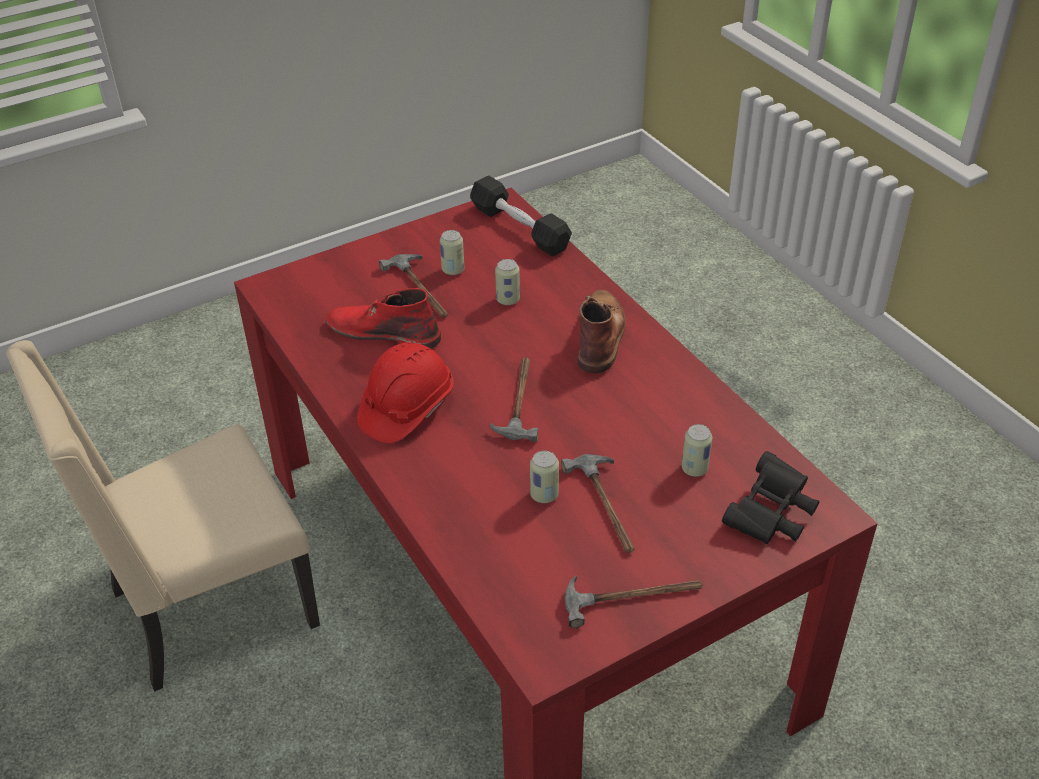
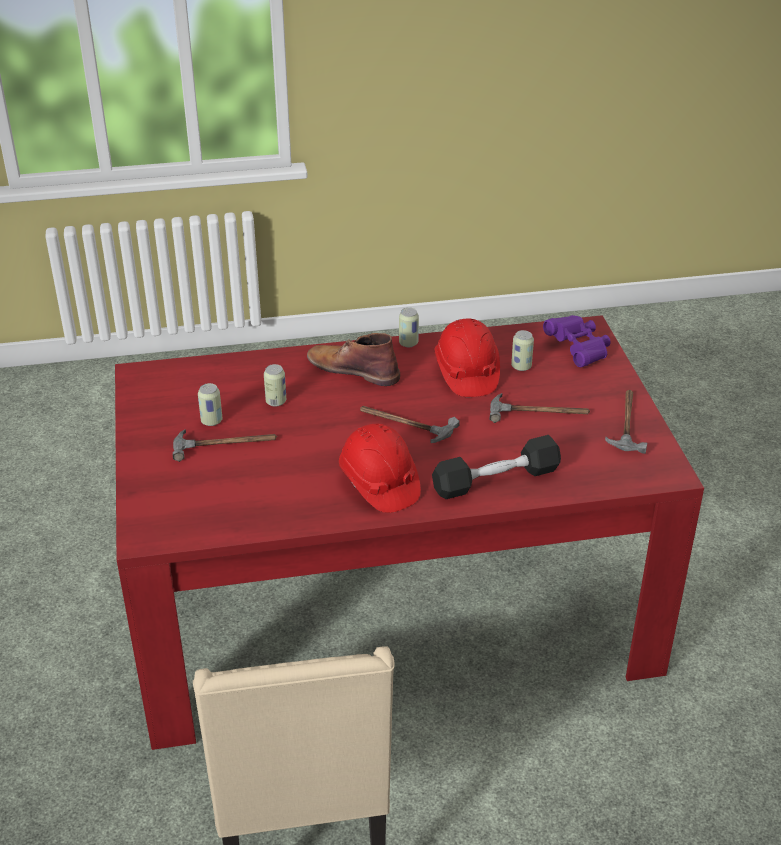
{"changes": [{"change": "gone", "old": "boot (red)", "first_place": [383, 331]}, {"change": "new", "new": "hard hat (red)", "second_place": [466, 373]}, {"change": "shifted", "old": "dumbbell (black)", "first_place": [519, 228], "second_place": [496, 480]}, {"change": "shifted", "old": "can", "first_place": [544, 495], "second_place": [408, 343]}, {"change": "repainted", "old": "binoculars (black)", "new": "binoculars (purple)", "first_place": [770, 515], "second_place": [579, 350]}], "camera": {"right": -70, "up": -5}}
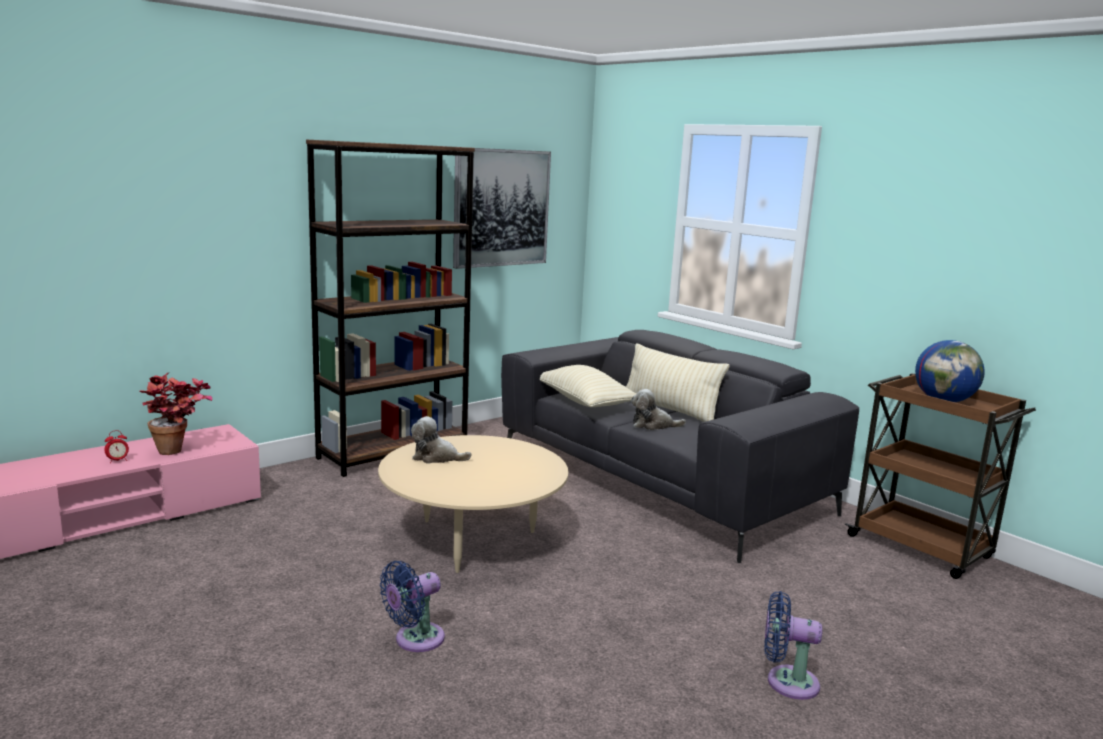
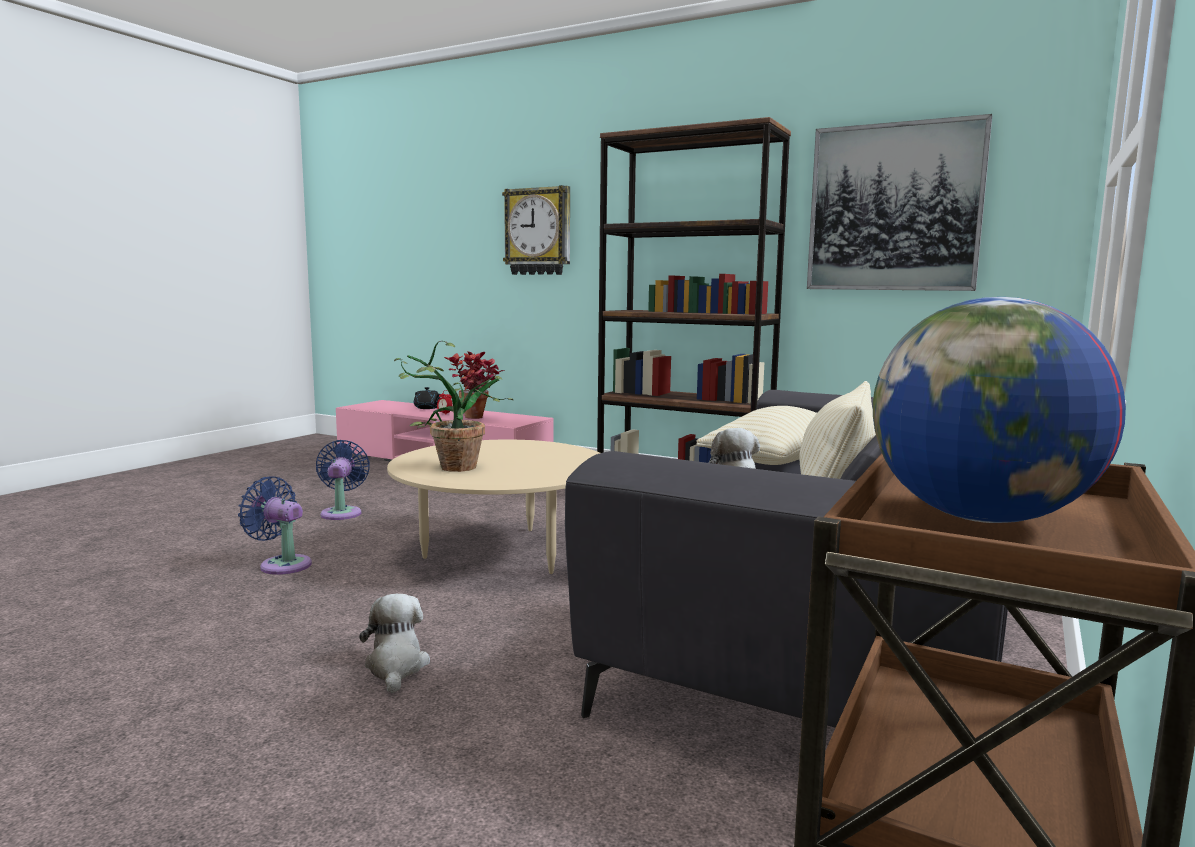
{"changes": [{"change": "new", "new": "potted plant", "second_place": [447, 468]}, {"change": "new", "new": "teapot (black)", "second_place": [427, 408]}, {"change": "new", "new": "wall clock", "second_place": [538, 231]}, {"change": "shifted", "old": "plush toy", "first_place": [436, 457], "second_place": [396, 667]}, {"change": "shifted", "old": "fan (blue)", "first_place": [786, 681], "second_place": [342, 512]}], "camera": {"right": 70, "up": -5}}
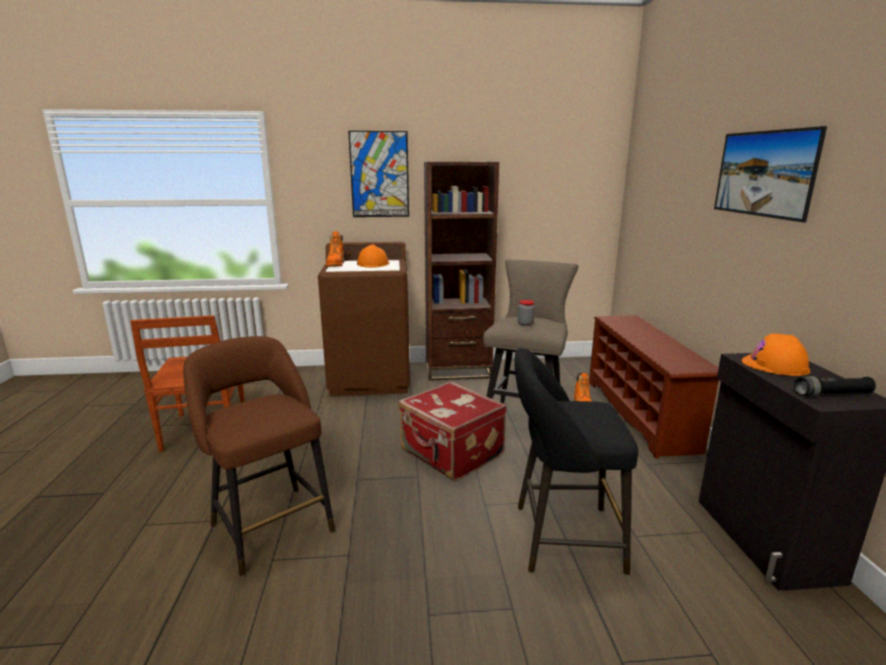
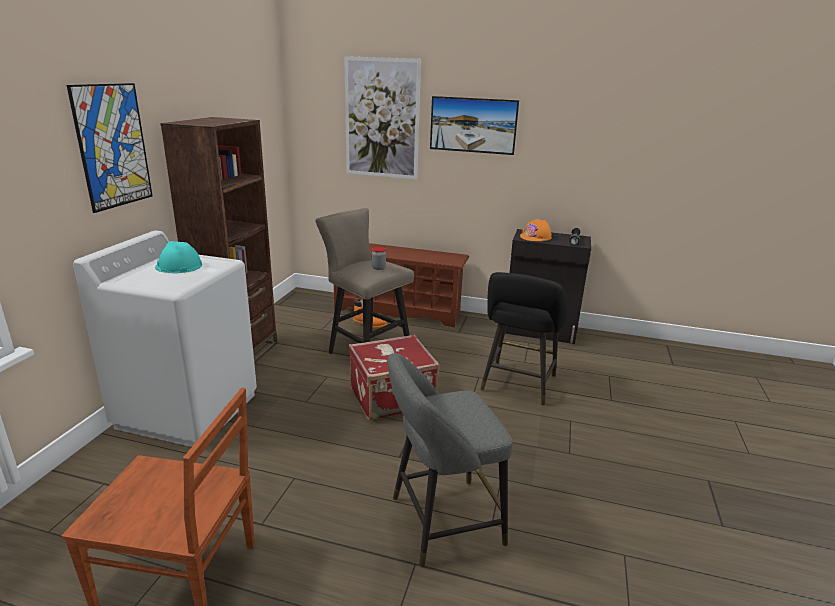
{"changes": [{"change": "gone", "old": "boot (orange)", "first_place": [335, 265]}, {"change": "new", "new": "picture", "second_place": [382, 119]}, {"change": "repainted", "old": "stool (brown)", "new": "stool (grey)", "first_place": [269, 524], "second_place": [440, 522]}, {"change": "repainted", "old": "washing machine (brown)", "new": "washing machine (white)", "first_place": [371, 378], "second_place": [188, 410]}, {"change": "repainted", "old": "hard hat (orange)", "new": "hard hat (turquoise)", "first_place": [373, 264], "second_place": [178, 266]}], "camera": {"right": -70, "up": 5}}
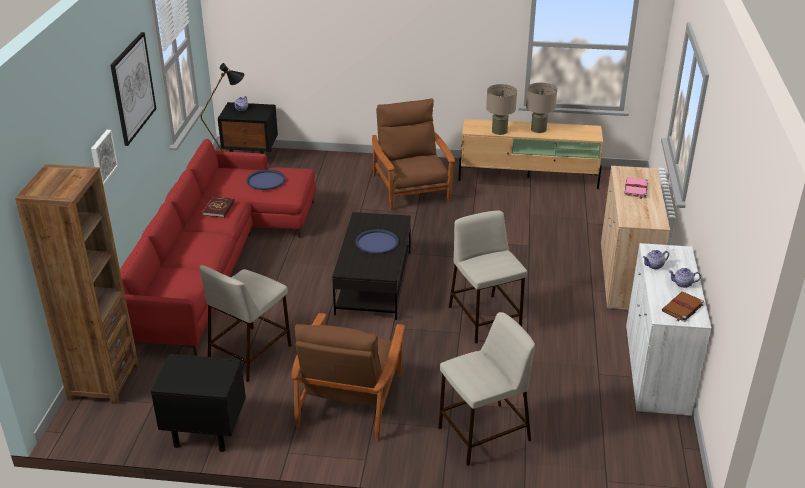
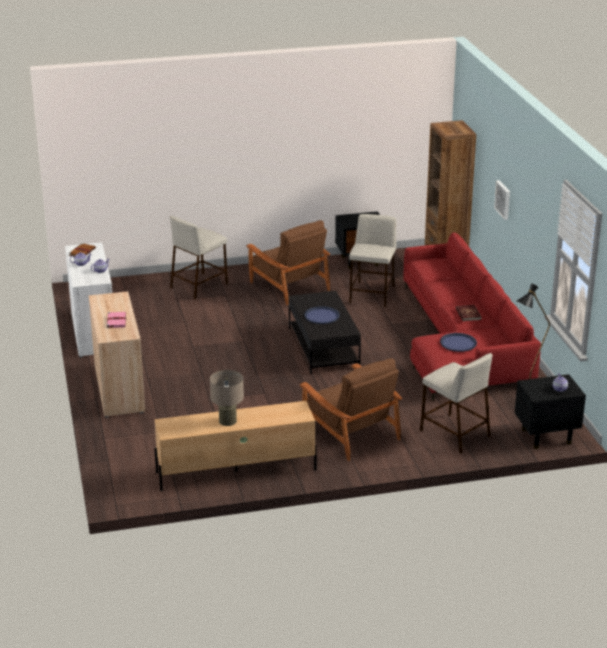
{"changes": [{"change": "gone", "old": "picture", "first_place": [133, 88]}, {"change": "gone", "old": "table lamp (beige)", "first_place": [499, 131]}, {"change": "shifted", "old": "stool (beige)", "first_place": [485, 319], "second_place": [454, 433]}, {"change": "rotated", "old": "armchair (brown)", "first_place": [350, 399], "second_place": [289, 286], "degrees": 150}], "camera": {"right": 160, "up": -5}}
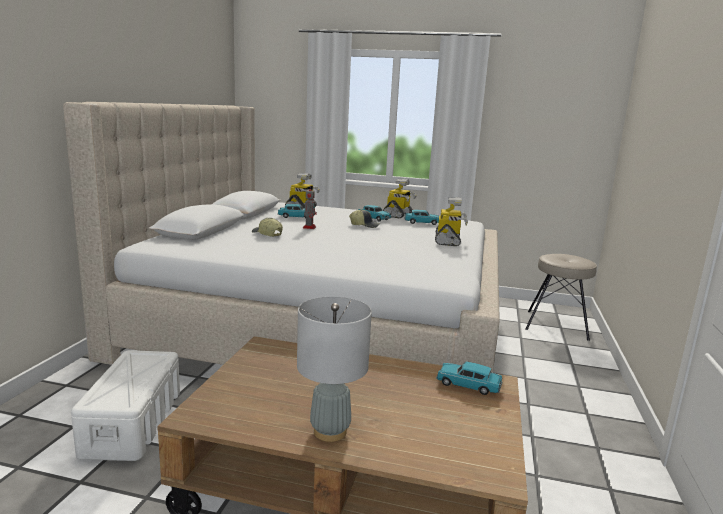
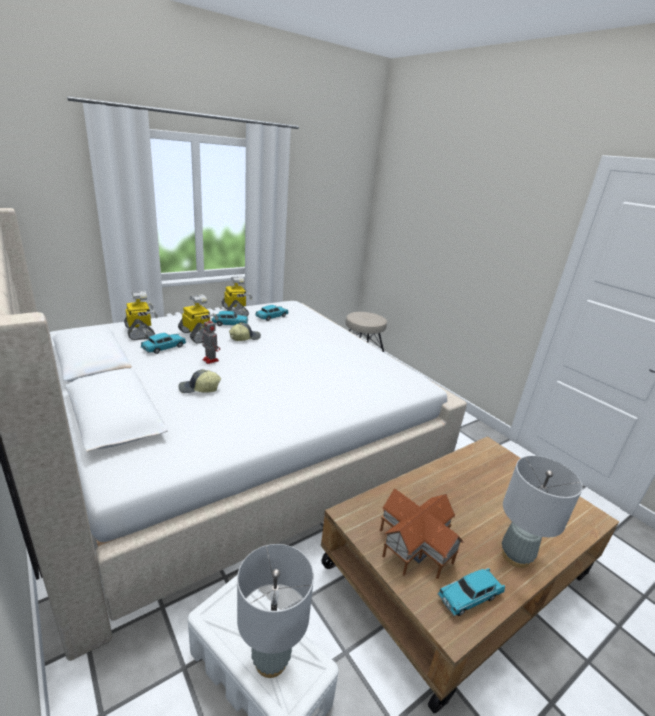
{"changes": [{"change": "new", "new": "table lamp (grey)", "second_place": [271, 660]}, {"change": "new", "new": "toy house", "second_place": [415, 545]}, {"change": "shifted", "old": "toy robot", "first_place": [448, 241], "second_place": [197, 335]}, {"change": "shifted", "old": "toy car (turquoise)", "first_place": [468, 385], "second_place": [469, 597]}], "camera": {"right": -50, "up": 10}}
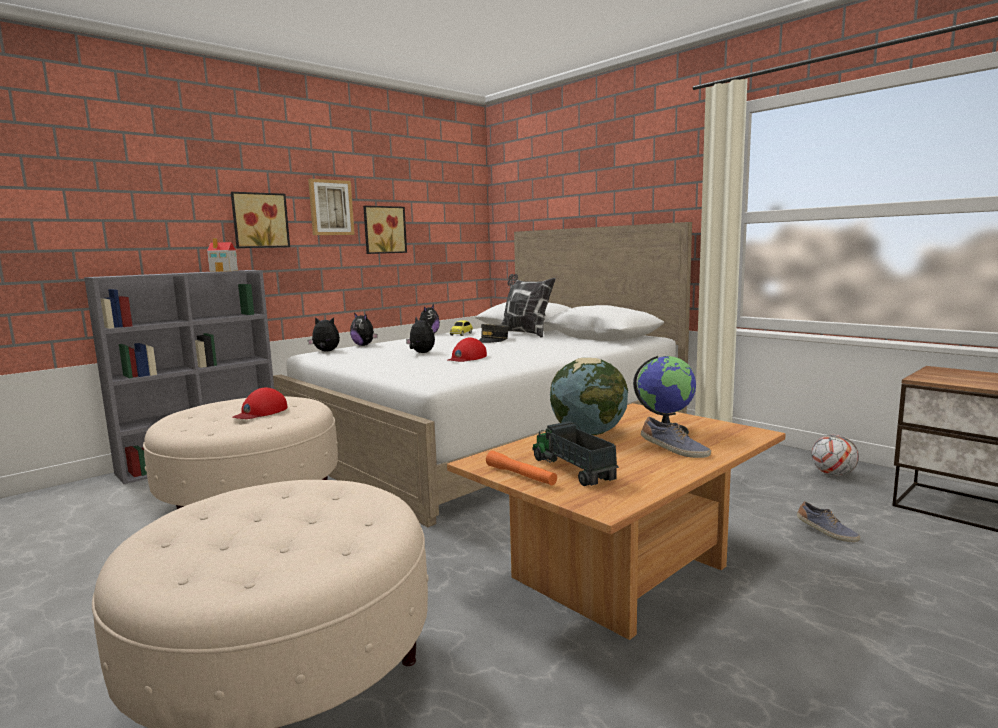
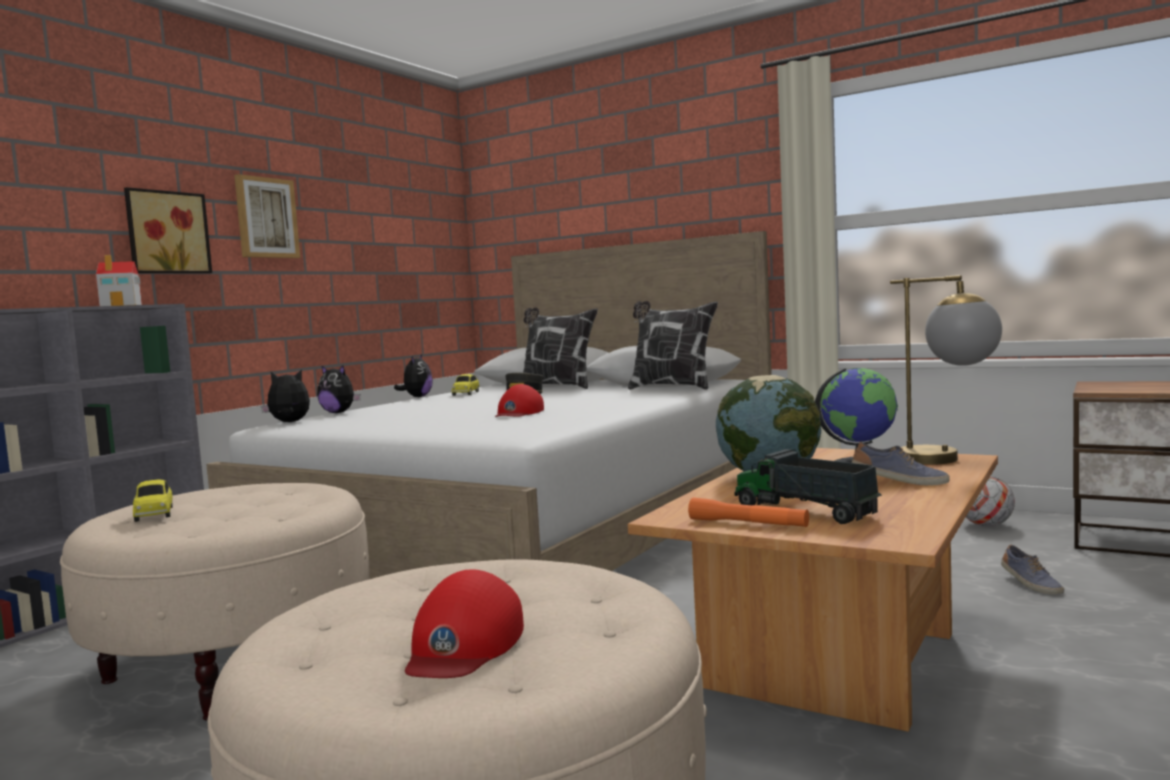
{"changes": [{"change": "gone", "old": "picture", "first_place": [383, 230]}, {"change": "gone", "old": "plush toy", "first_place": [421, 353]}, {"change": "new", "new": "toy car", "second_place": [154, 514]}, {"change": "new", "new": "pillow", "second_place": [671, 388]}, {"change": "new", "new": "table lamp", "second_place": [948, 461]}, {"change": "shifted", "old": "cap (red)", "first_place": [261, 412], "second_place": [464, 645]}, {"change": "rotated", "old": "shoe", "first_place": [826, 532], "second_place": [1030, 584], "degrees": 45}], "camera": {"right": -15, "up": -5}}
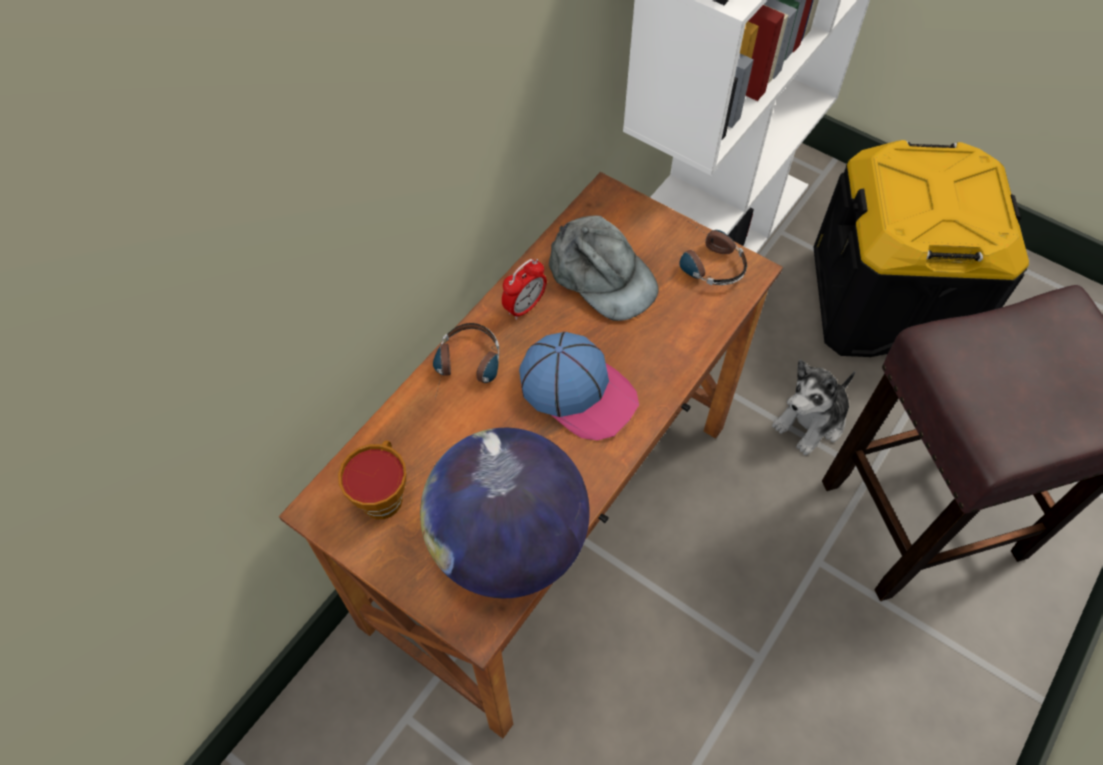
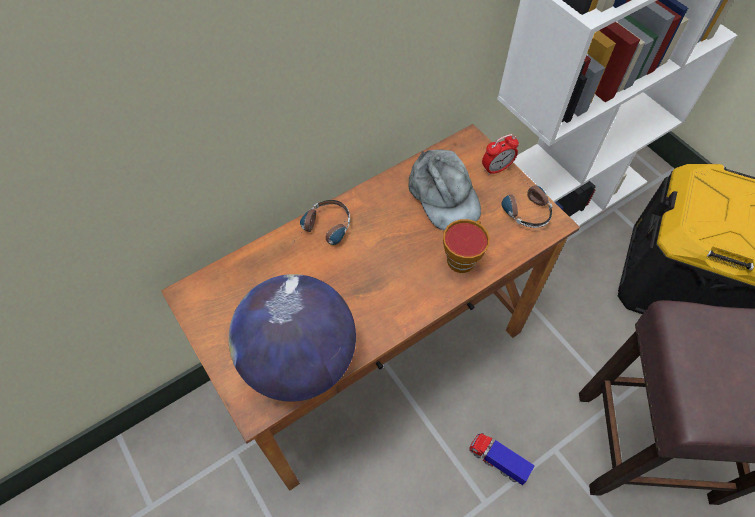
{"changes": [{"change": "gone", "old": "cap", "first_place": [578, 391]}, {"change": "gone", "old": "plush toy", "first_place": [811, 421]}, {"change": "new", "new": "toy truck", "second_place": [497, 461]}, {"change": "shifted", "old": "cup", "first_place": [383, 495], "second_place": [462, 257]}, {"change": "shifted", "old": "alarm clock", "first_place": [524, 307], "second_place": [496, 169]}], "camera": {"right": 20, "up": 0}}
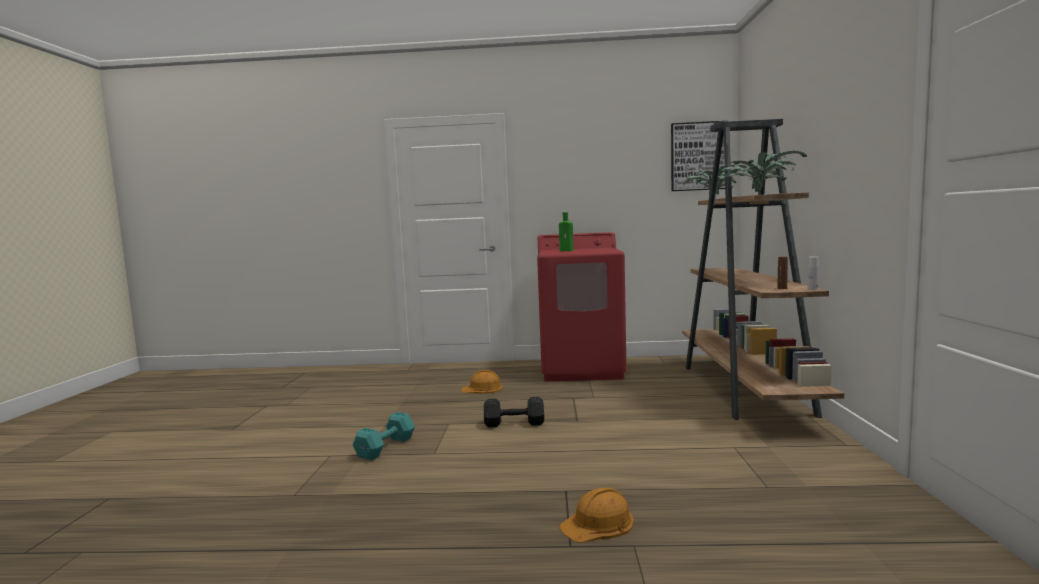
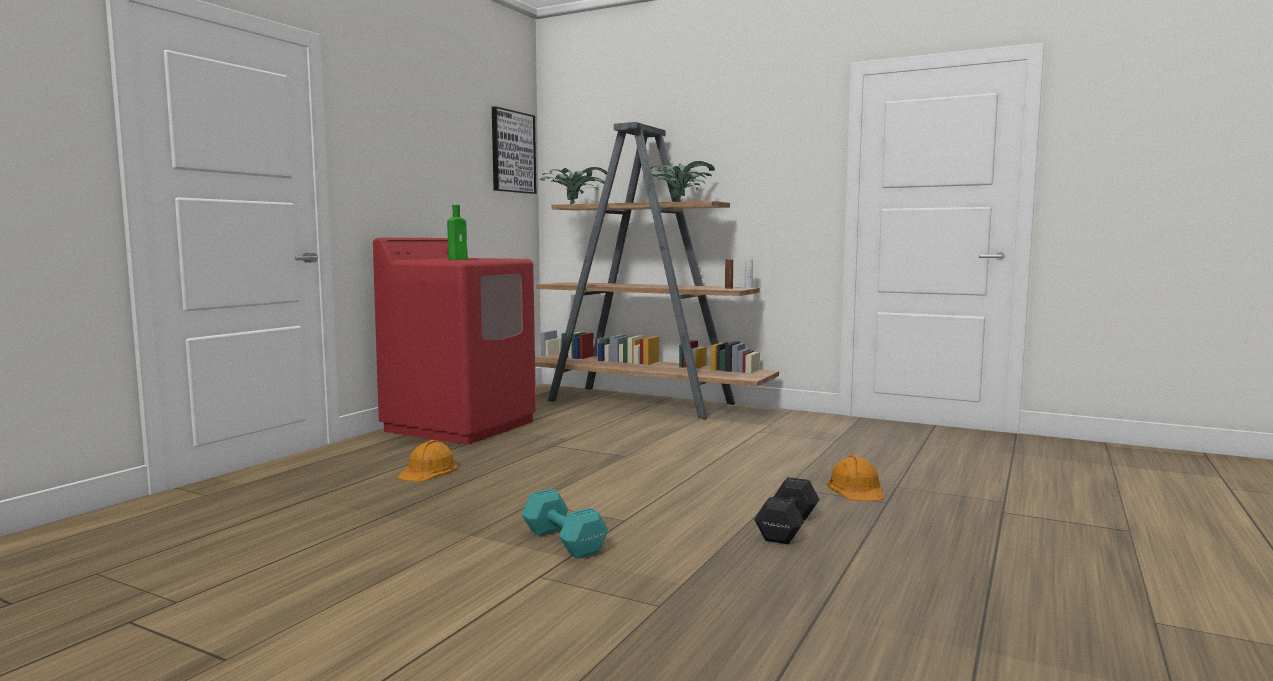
{"changes": [{"change": "shifted", "old": "dumbbell (black)", "first_place": [515, 423], "second_place": [788, 527]}], "camera": {"right": -65, "up": 0}}
